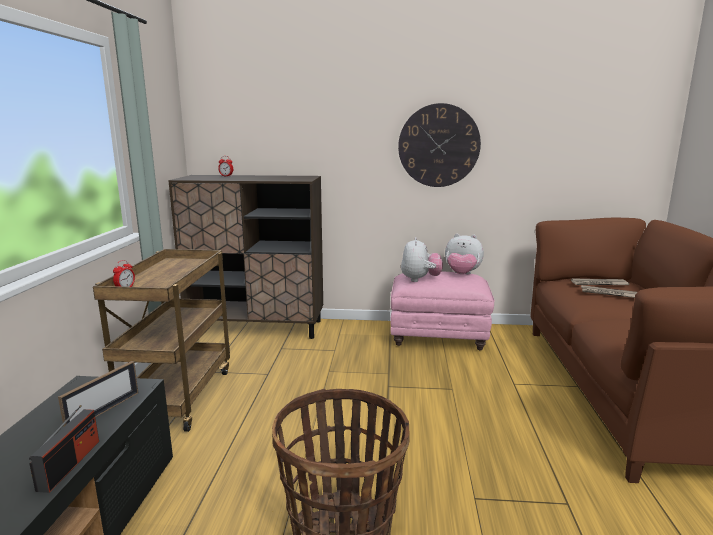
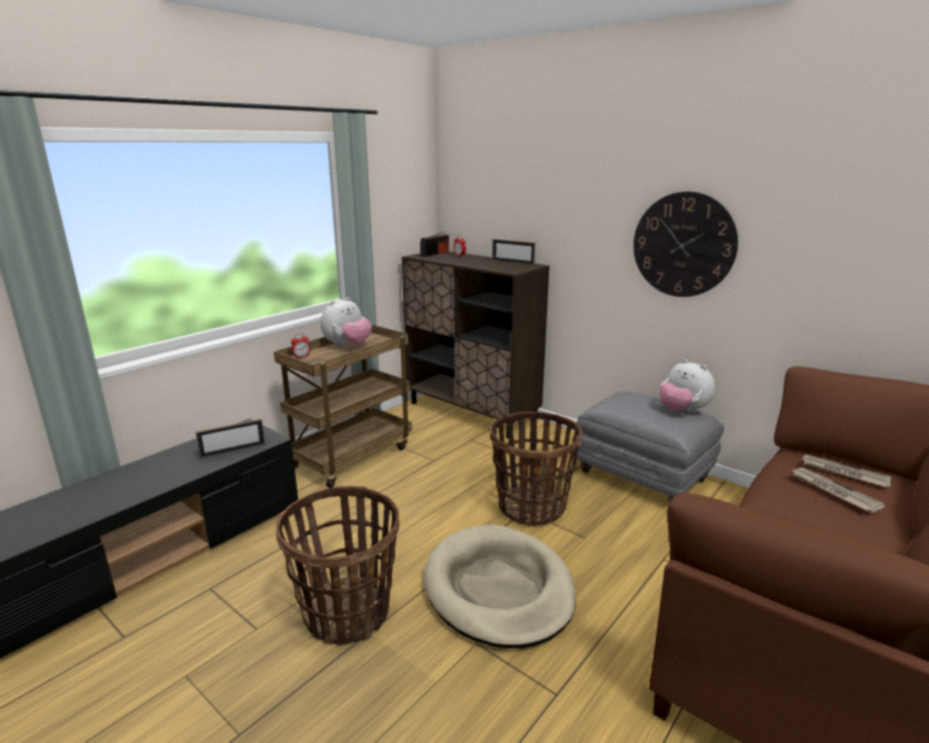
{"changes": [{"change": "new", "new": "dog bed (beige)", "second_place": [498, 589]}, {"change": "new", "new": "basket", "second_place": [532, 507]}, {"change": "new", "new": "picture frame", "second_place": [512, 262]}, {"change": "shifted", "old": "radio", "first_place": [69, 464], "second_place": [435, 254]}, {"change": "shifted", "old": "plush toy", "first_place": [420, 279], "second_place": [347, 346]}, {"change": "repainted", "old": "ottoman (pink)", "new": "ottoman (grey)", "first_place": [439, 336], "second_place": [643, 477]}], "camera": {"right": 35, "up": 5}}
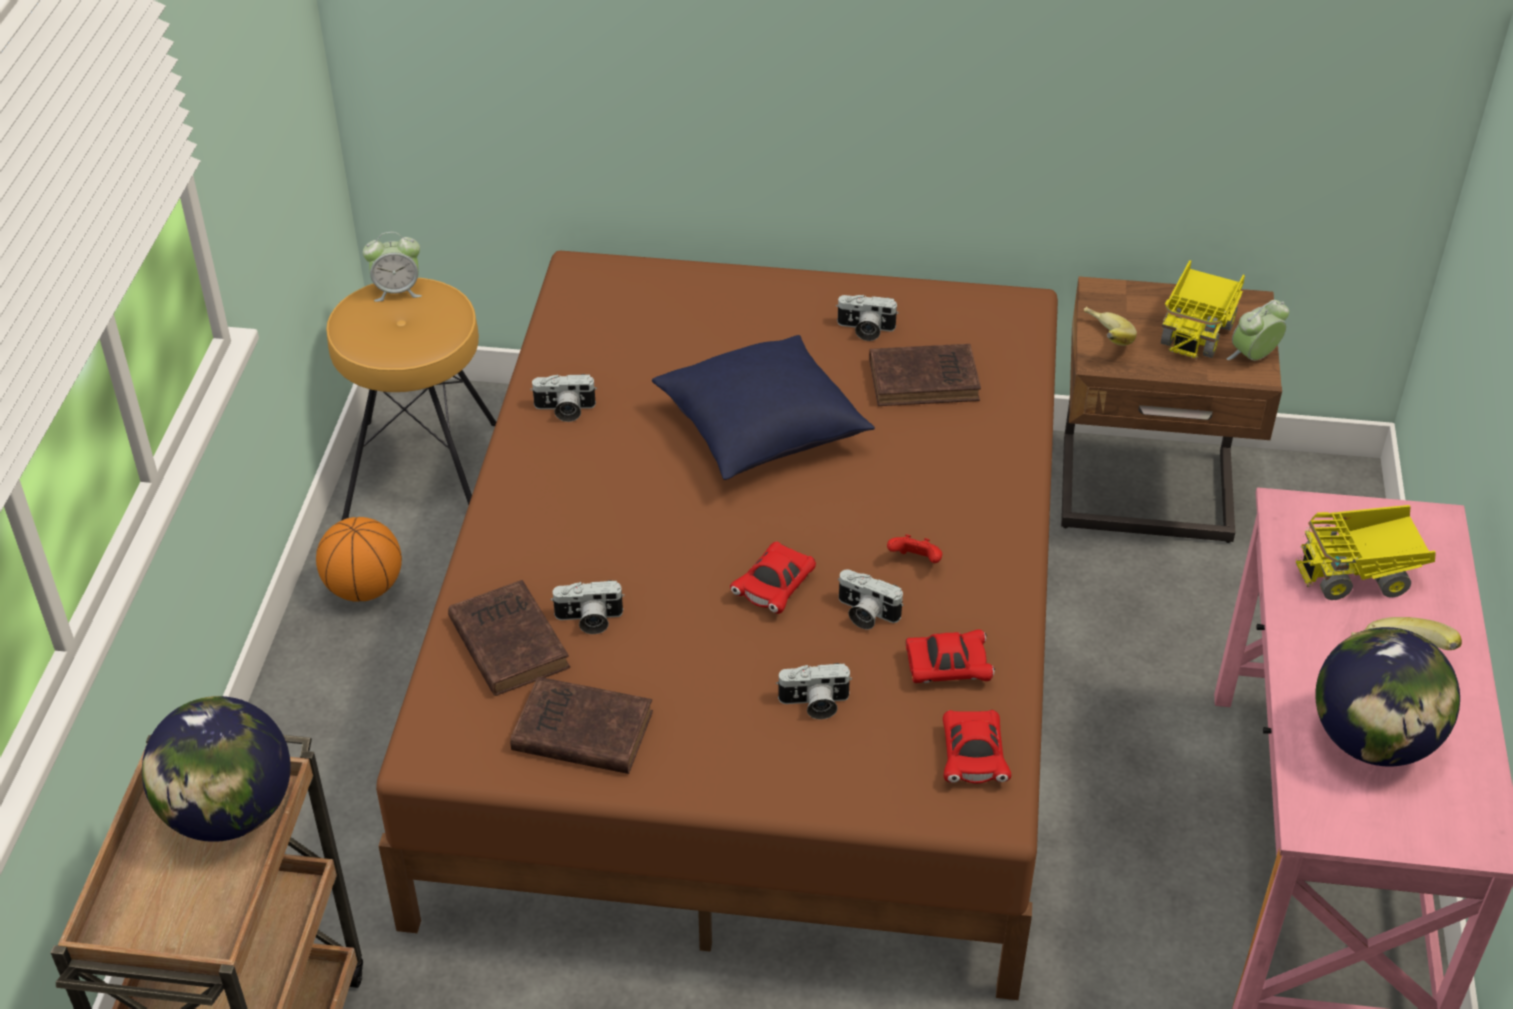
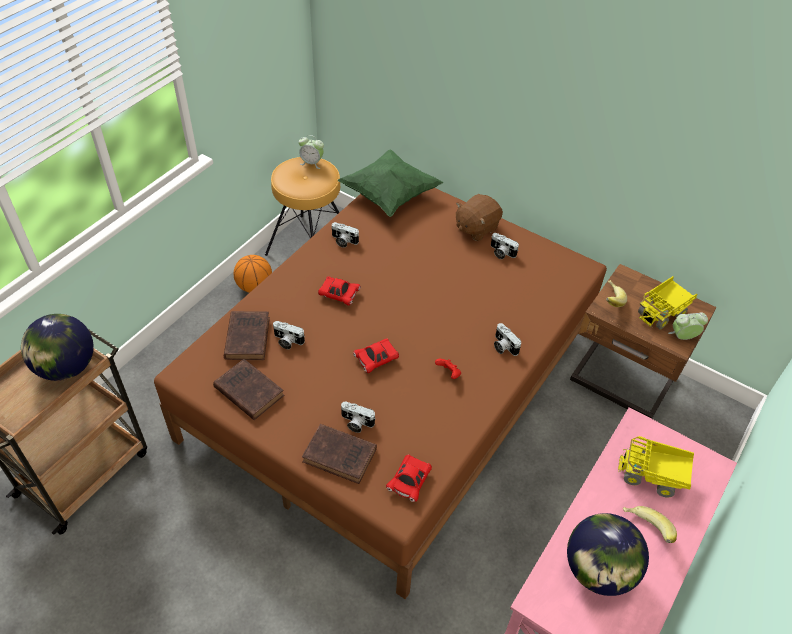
{"changes": [{"change": "gone", "old": "pillow (blue)", "first_place": [762, 432]}, {"change": "new", "new": "pillow (green)", "second_place": [389, 195]}, {"change": "new", "new": "plush toy (brown)", "second_place": [476, 228]}, {"change": "shifted", "old": "photo camera", "first_place": [865, 614], "second_place": [503, 346]}, {"change": "shifted", "old": "book (brown)", "first_place": [927, 380], "second_place": [341, 456]}, {"change": "shifted", "old": "toy car (red)", "first_place": [947, 668], "second_place": [339, 295]}], "camera": {"right": 25, "up": 5}}
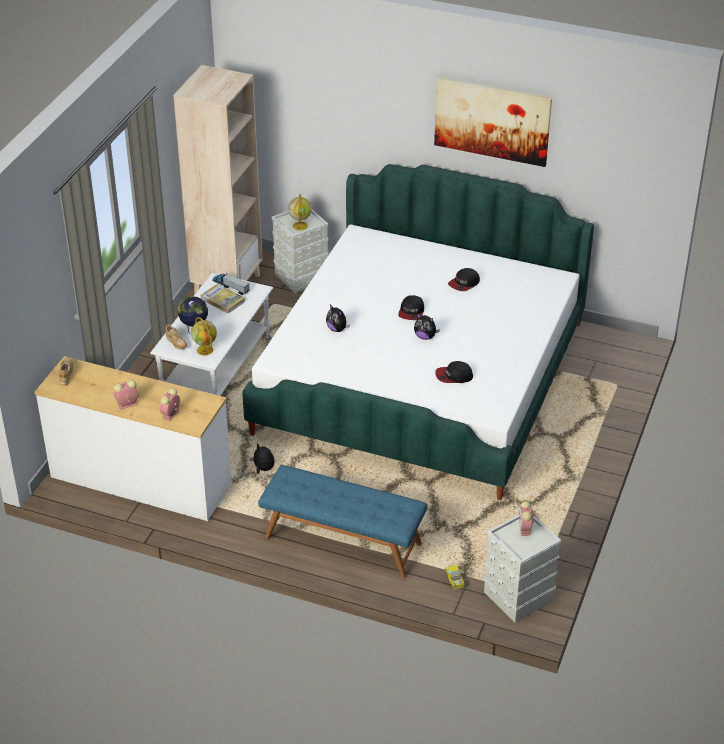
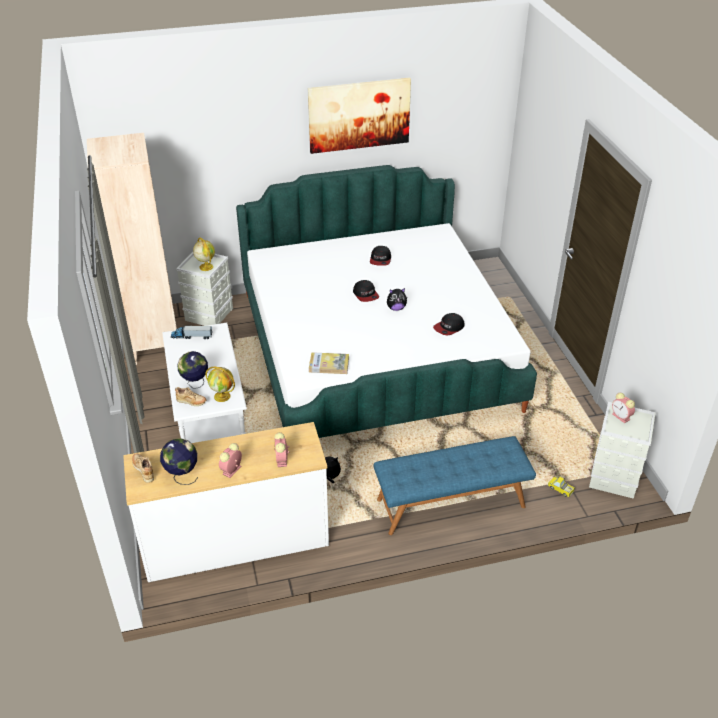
{"changes": [{"change": "gone", "old": "plush toy", "first_place": [337, 329]}, {"change": "new", "new": "globe", "second_place": [182, 476]}, {"change": "shifted", "old": "book", "first_place": [222, 300], "second_place": [329, 365]}], "camera": {"right": -35, "up": 0}}
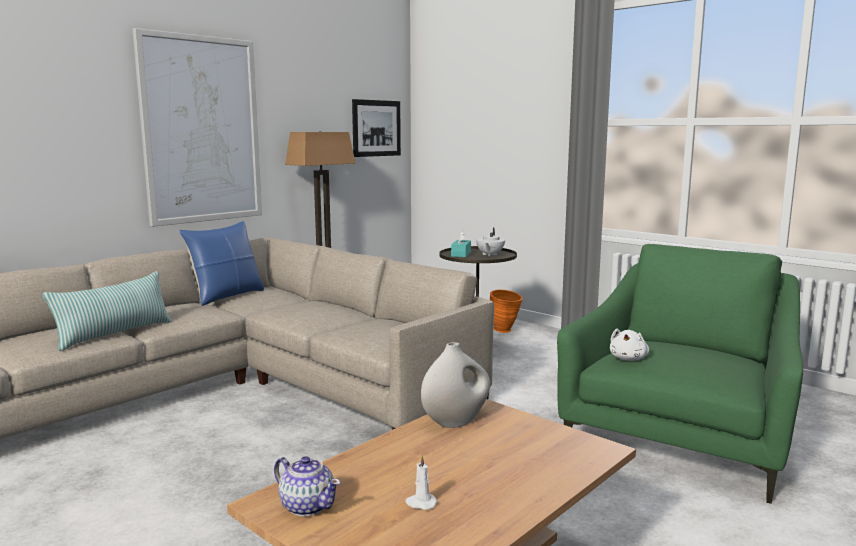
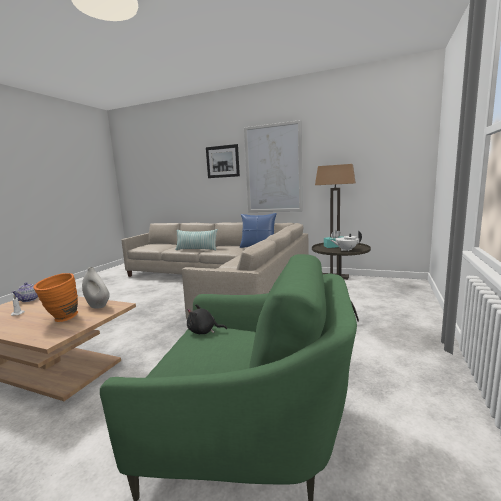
{"changes": [{"change": "shifted", "old": "picture", "first_place": [376, 128], "second_place": [222, 161]}, {"change": "shifted", "old": "vase (orange)", "first_place": [505, 331], "second_place": [61, 319]}, {"change": "repainted", "old": "plush toy (white)", "new": "plush toy (black)", "first_place": [628, 359], "second_place": [204, 331]}], "camera": {"right": 70, "up": 0}}
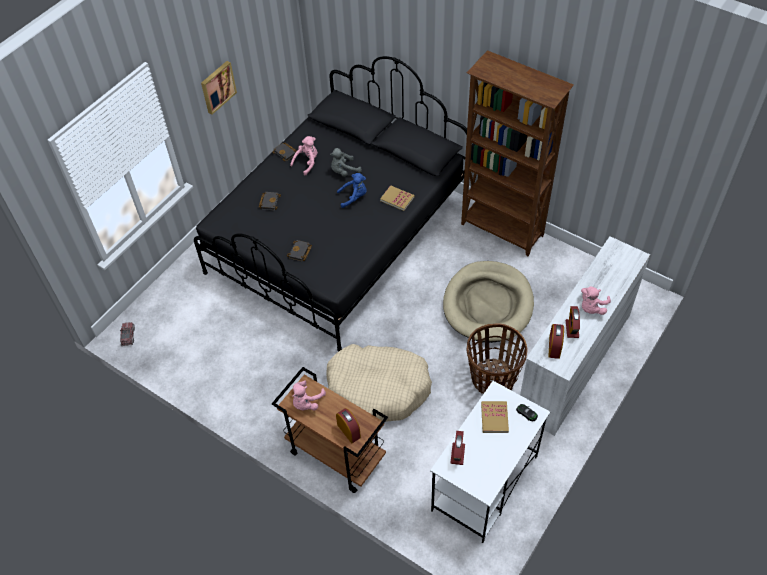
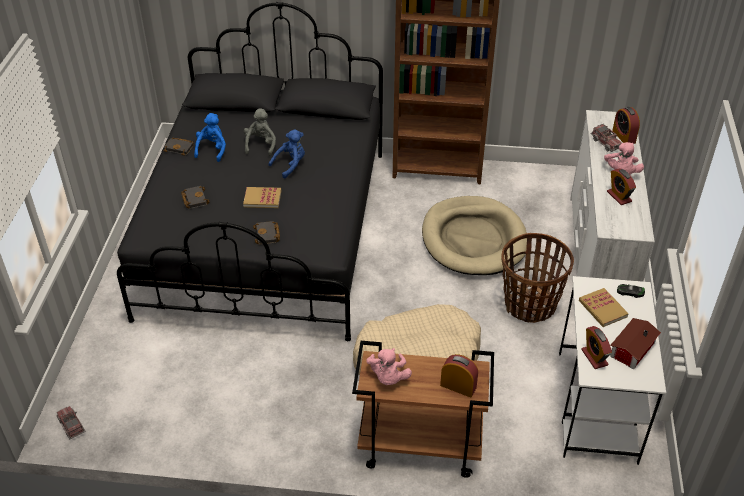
{"changes": [{"change": "gone", "old": "picture", "first_place": [217, 87]}, {"change": "new", "new": "toy truck", "second_place": [605, 143]}, {"change": "new", "new": "toy house", "second_place": [630, 349]}, {"change": "shifted", "old": "book", "first_place": [397, 199], "second_place": [262, 199]}, {"change": "shifted", "old": "alarm clock", "first_place": [554, 347], "second_place": [623, 136]}, {"change": "repainted", "old": "plush toy (pink)", "new": "plush toy (blue)", "first_place": [307, 163], "second_place": [212, 149]}, {"change": "rotated", "old": "plush toy (grey)", "first_place": [344, 171], "second_place": [260, 145], "degrees": 150}], "camera": {"right": -30, "up": -10}}
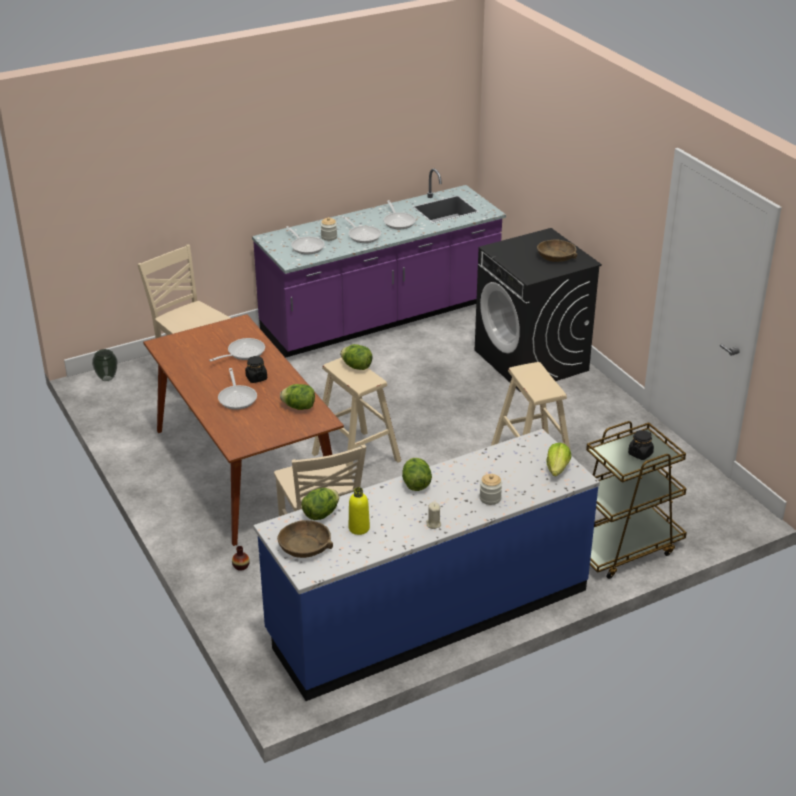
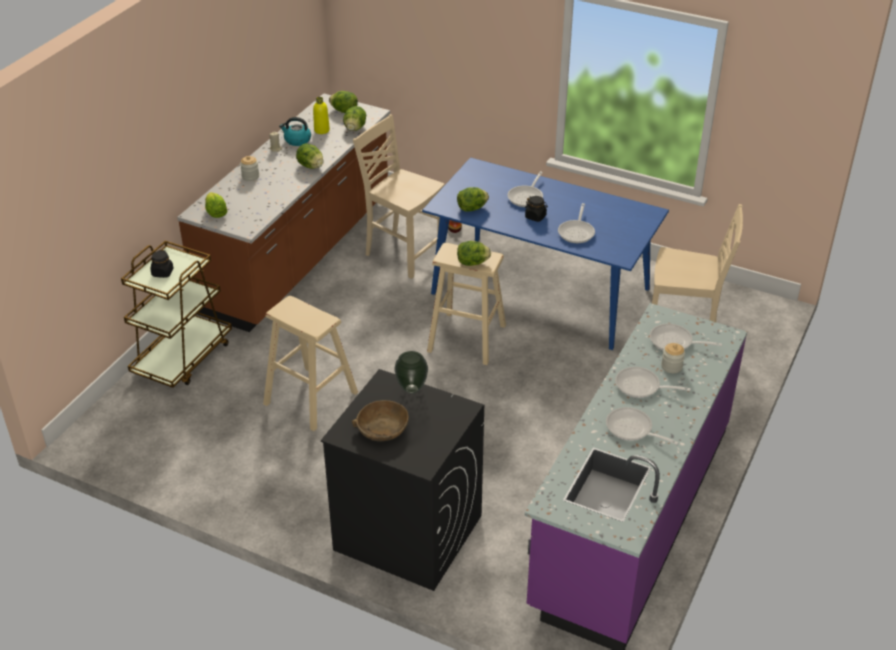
{"changes": [{"change": "new", "new": "kettle", "second_place": [297, 140]}, {"change": "shifted", "old": "vase", "first_place": [107, 379], "second_place": [411, 388]}, {"change": "swapped", "old": "bowl (brown)", "new": "lettuce", "first_place": [305, 546], "second_place": [344, 111]}, {"change": "repainted", "old": "dining table (brown)", "new": "dining table (blue)", "first_place": [245, 468], "second_place": [541, 291]}, {"change": "repainted", "old": "counter (blue)", "new": "counter (brown)", "first_place": [428, 612], "second_place": [299, 255]}, {"change": "rotated", "old": "frying pan", "first_place": [237, 397], "second_place": [527, 197], "degrees": -105}], "camera": {"right": 145, "up": 5}}
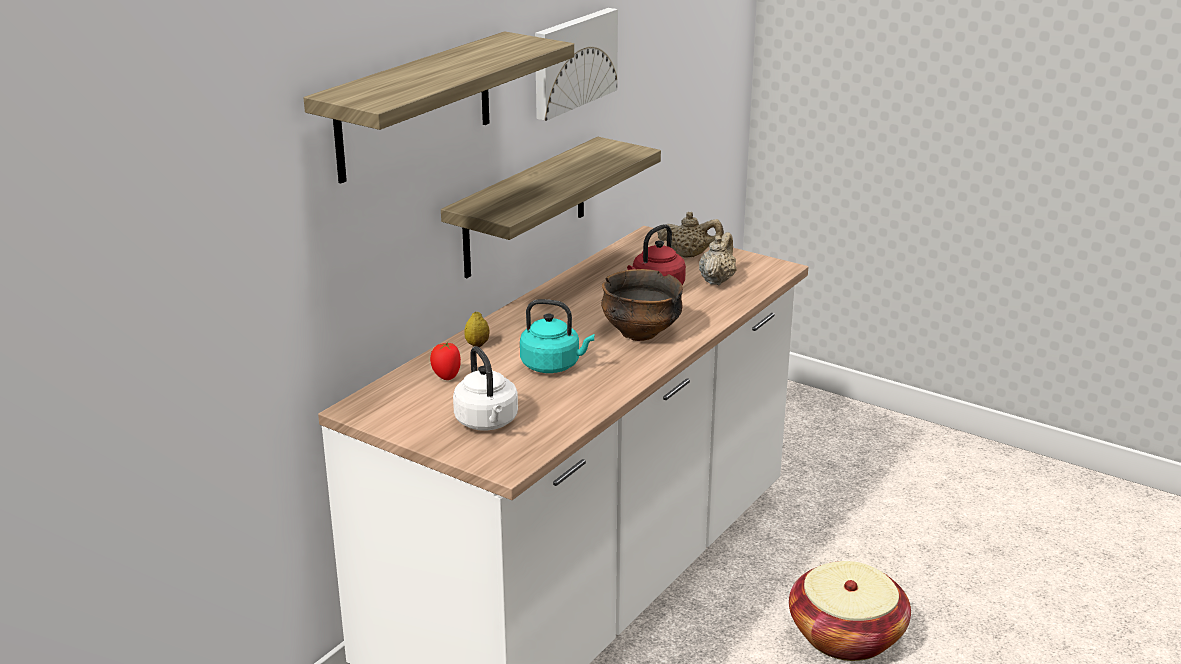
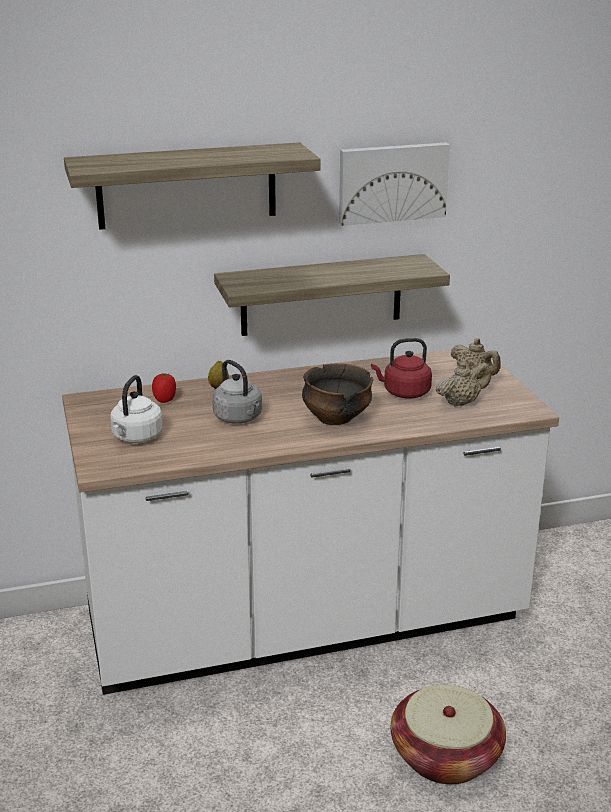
{"changes": [{"change": "repainted", "old": "kettle (turquoise)", "new": "kettle (grey)", "first_place": [553, 365], "second_place": [239, 418]}], "camera": {"right": 40, "up": 0}}
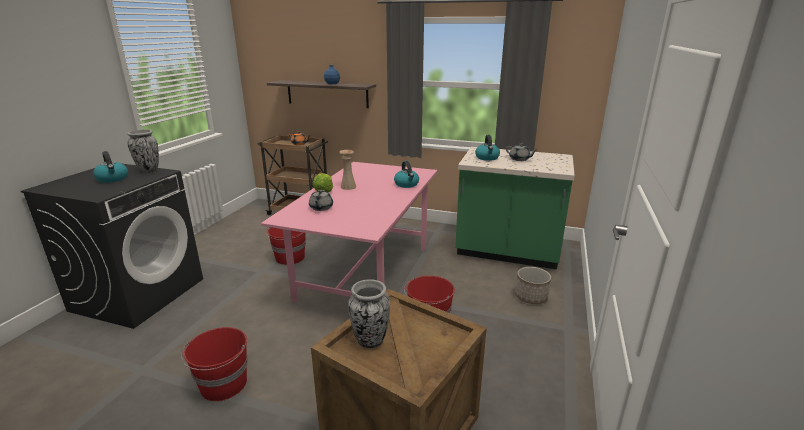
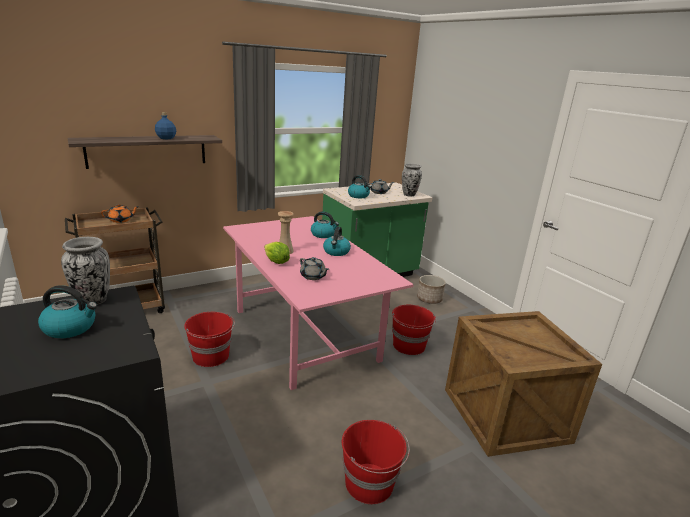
{"changes": [{"change": "new", "new": "kettle", "second_place": [336, 252]}, {"change": "shifted", "old": "vase", "first_place": [370, 341], "second_place": [409, 195]}], "camera": {"right": -50, "up": 0}}
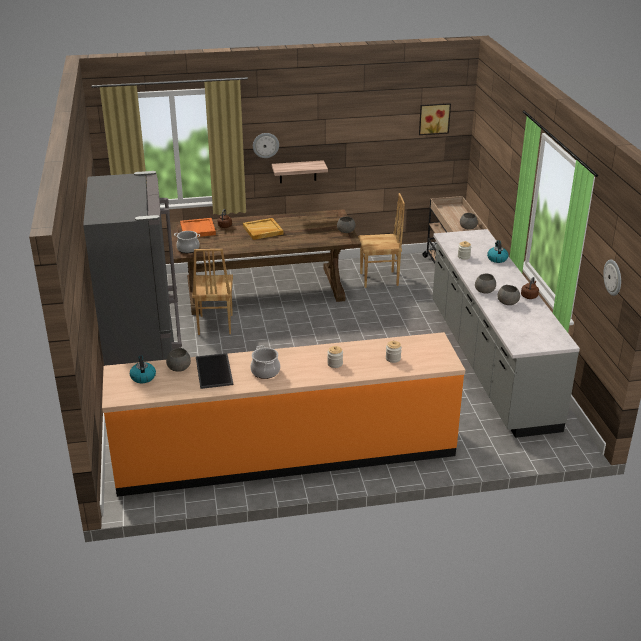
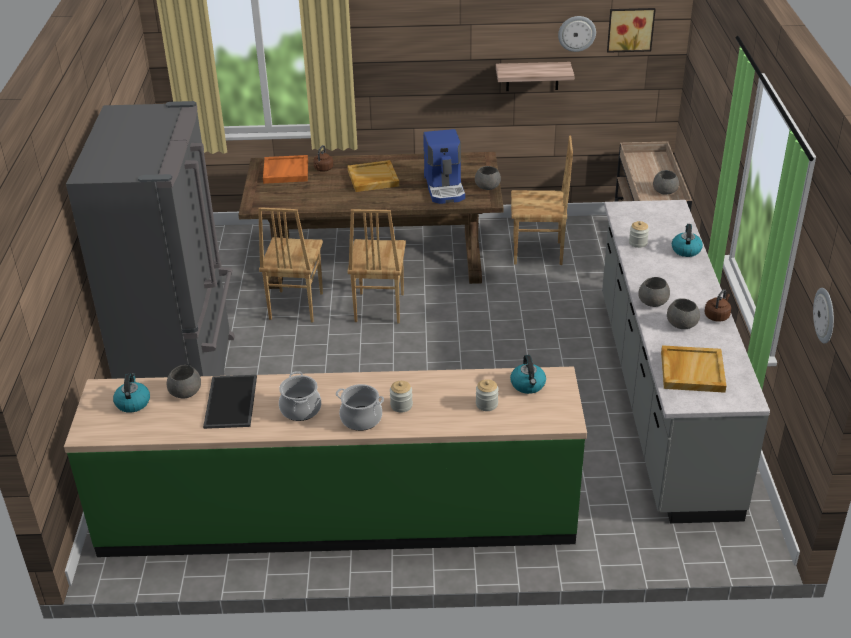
{"changes": [{"change": "new", "new": "chair (brown)", "second_place": [378, 308]}, {"change": "new", "new": "coffee machine", "second_place": [445, 188]}, {"change": "new", "new": "kettle", "second_place": [528, 385]}, {"change": "new", "new": "tray (beige)", "second_place": [691, 371]}, {"change": "shifted", "old": "cooking pot", "first_place": [188, 249], "second_place": [361, 419]}, {"change": "shifted", "old": "wall clock", "first_place": [265, 145], "second_place": [576, 33]}, {"change": "shifted", "old": "shelf", "first_place": [297, 171], "second_place": [532, 76]}, {"change": "repainted", "old": "counter (orange)", "new": "counter (green)", "first_place": [286, 454], "second_place": [338, 516]}], "camera": {"right": 10, "up": 5}}
